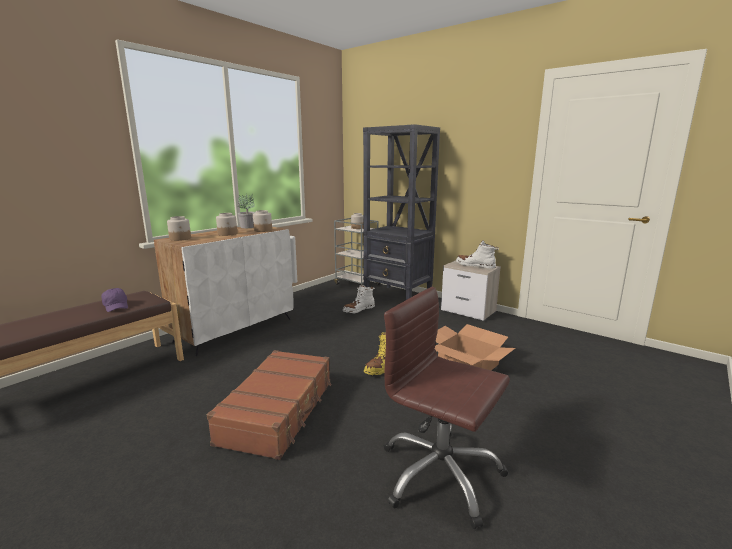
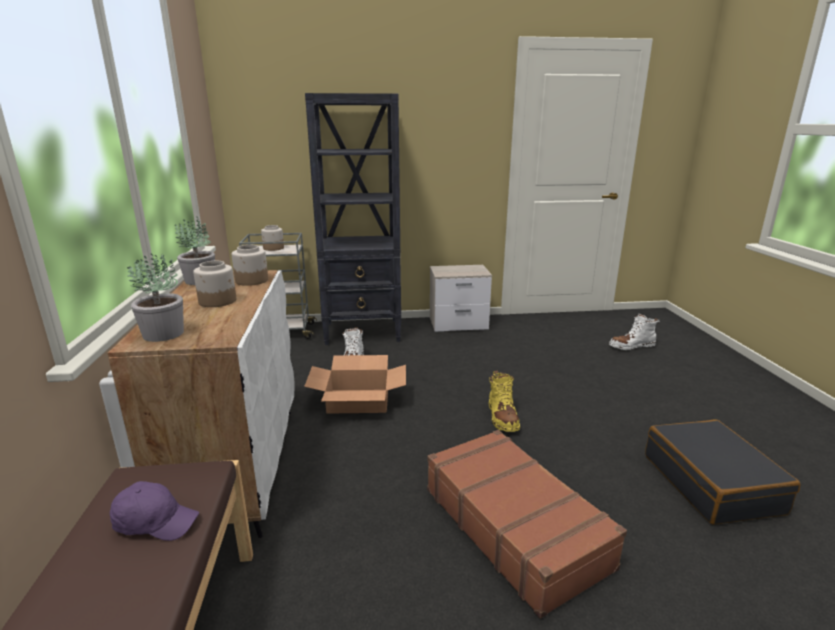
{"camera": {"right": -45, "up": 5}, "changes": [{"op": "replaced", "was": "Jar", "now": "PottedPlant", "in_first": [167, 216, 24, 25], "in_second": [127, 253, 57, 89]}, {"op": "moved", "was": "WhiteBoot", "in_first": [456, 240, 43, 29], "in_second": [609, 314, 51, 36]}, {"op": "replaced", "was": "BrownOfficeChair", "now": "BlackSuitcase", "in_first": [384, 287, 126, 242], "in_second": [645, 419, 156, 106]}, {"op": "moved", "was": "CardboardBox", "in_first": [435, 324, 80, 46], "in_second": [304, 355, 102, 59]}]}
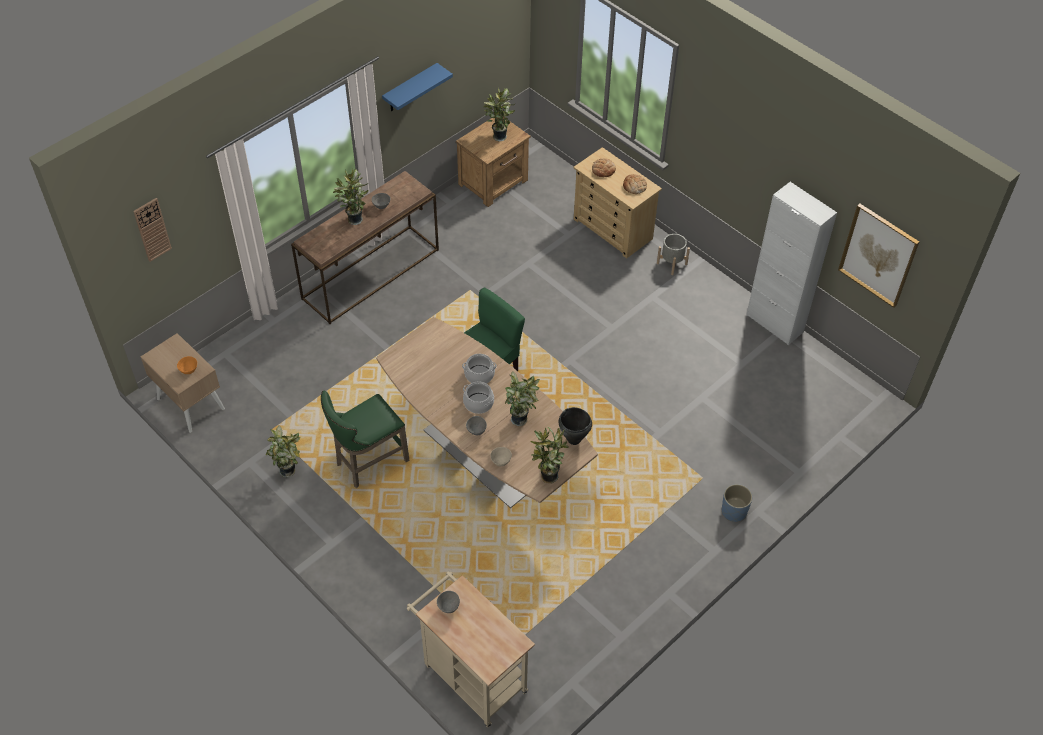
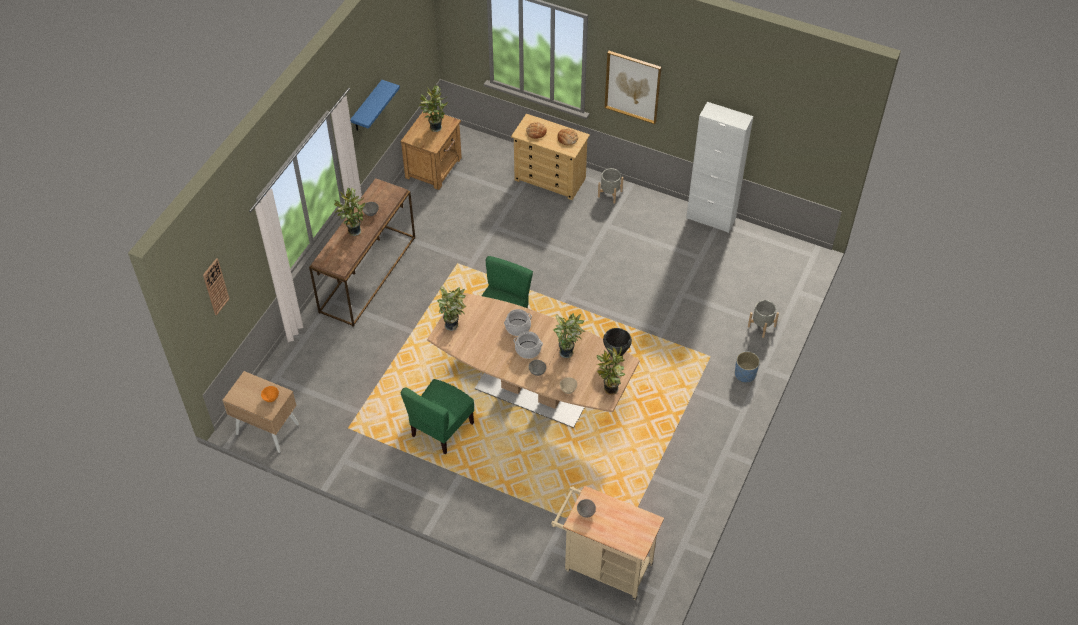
{"camera": {"right": -20, "up": 0}, "changes": [{"op": "moved", "was": "Picture", "in_first": [838, 204, 81, 104], "in_second": [605, 51, 56, 73]}, {"op": "replaced", "was": "GreenStool", "now": "GreenChair", "in_first": [321, 391, 89, 97], "in_second": [401, 379, 73, 75]}, {"op": "moved", "was": "PottedPlant", "in_first": [266, 426, 34, 51], "in_second": [437, 286, 30, 45]}, {"op": "added", "now": "GreyPlanter", "in_second": [748, 300, 31, 38]}]}
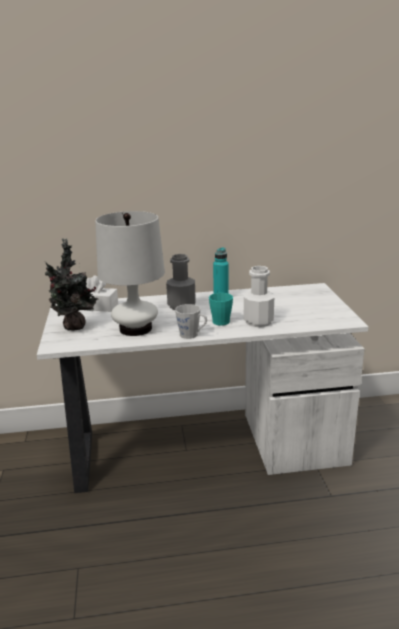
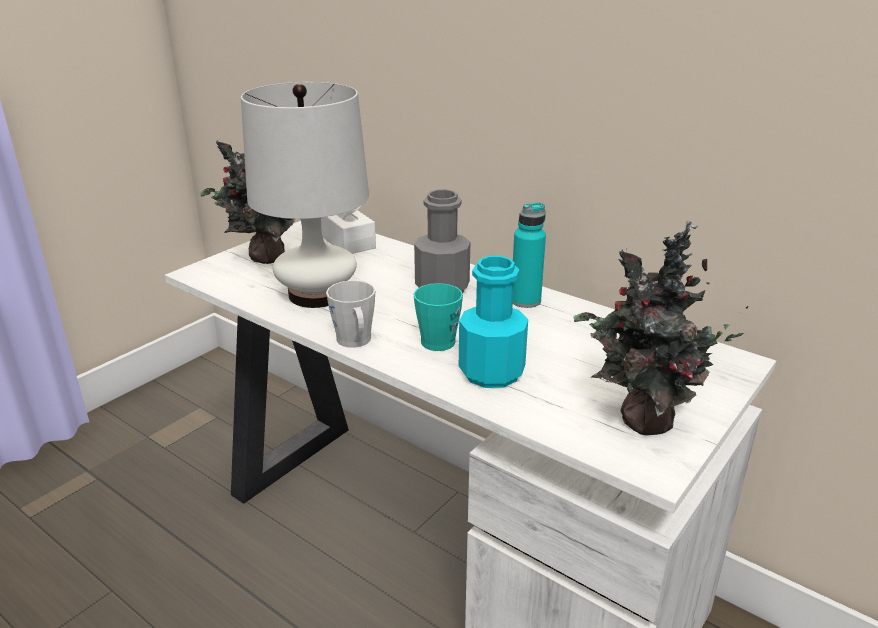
{"camera": {"right": 45, "up": 5}, "changes": [{"op": "recoloured", "was": "WhiteBottle", "now": "TurquoiseBottle", "in_first": [244, 266, 30, 61], "in_second": [459, 256, 69, 132]}, {"op": "added", "now": "PottedPlant", "in_second": [573, 221, 176, 214]}]}
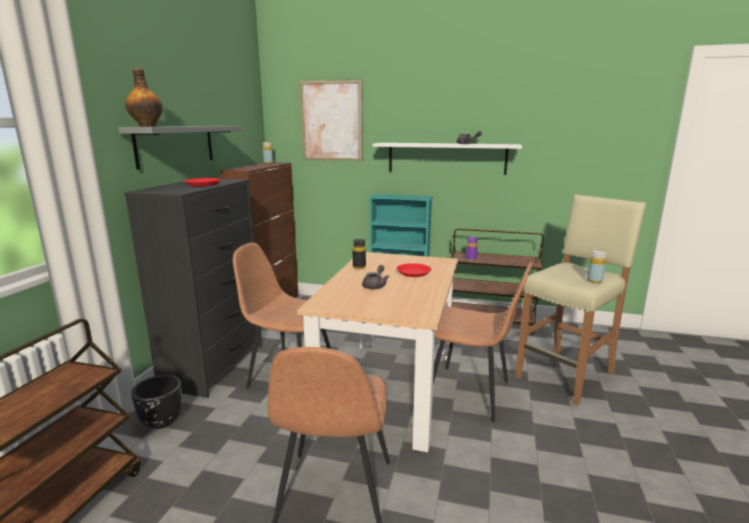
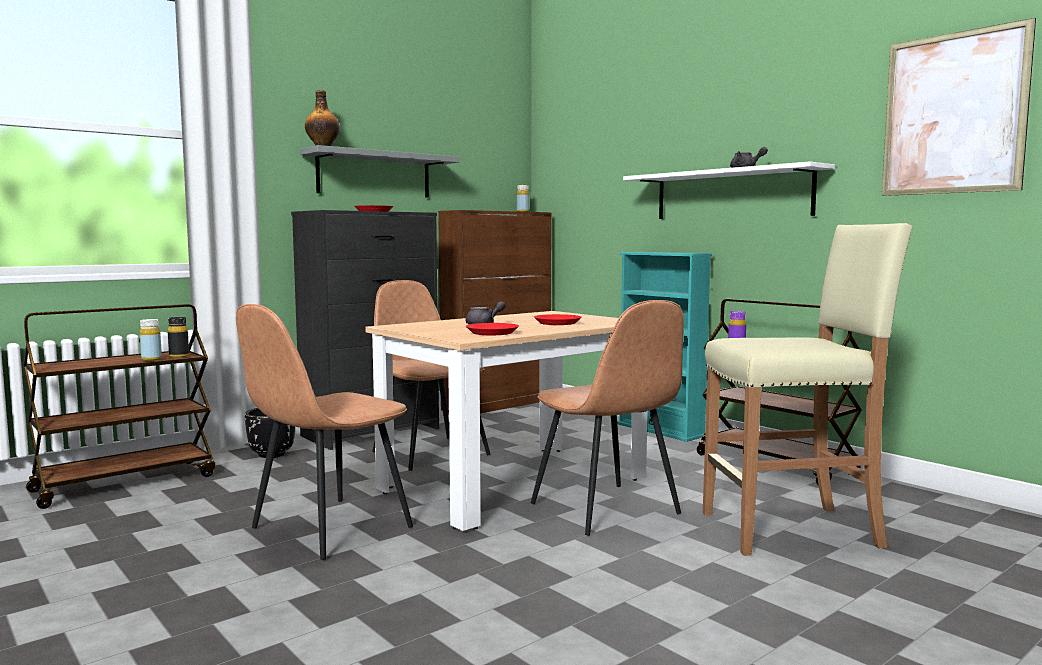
{"camera": {"right": 35, "up": -10}, "changes": [{"op": "moved", "was": "Picture", "in_first": [299, 79, 64, 82], "in_second": [882, 18, 154, 178]}, {"op": "moved", "was": "BlackBottle", "in_first": [353, 239, 13, 30], "in_second": [168, 317, 21, 41]}, {"op": "moved", "was": "YellowBottle", "in_first": [587, 250, 19, 33], "in_second": [140, 319, 22, 42]}, {"op": "added", "now": "RedPlate", "in_second": [466, 323, 53, 12]}]}
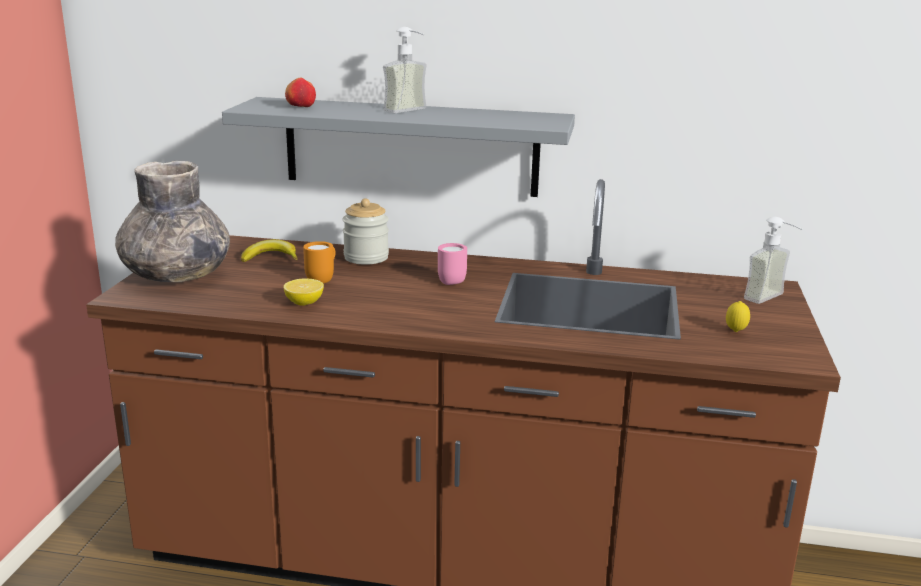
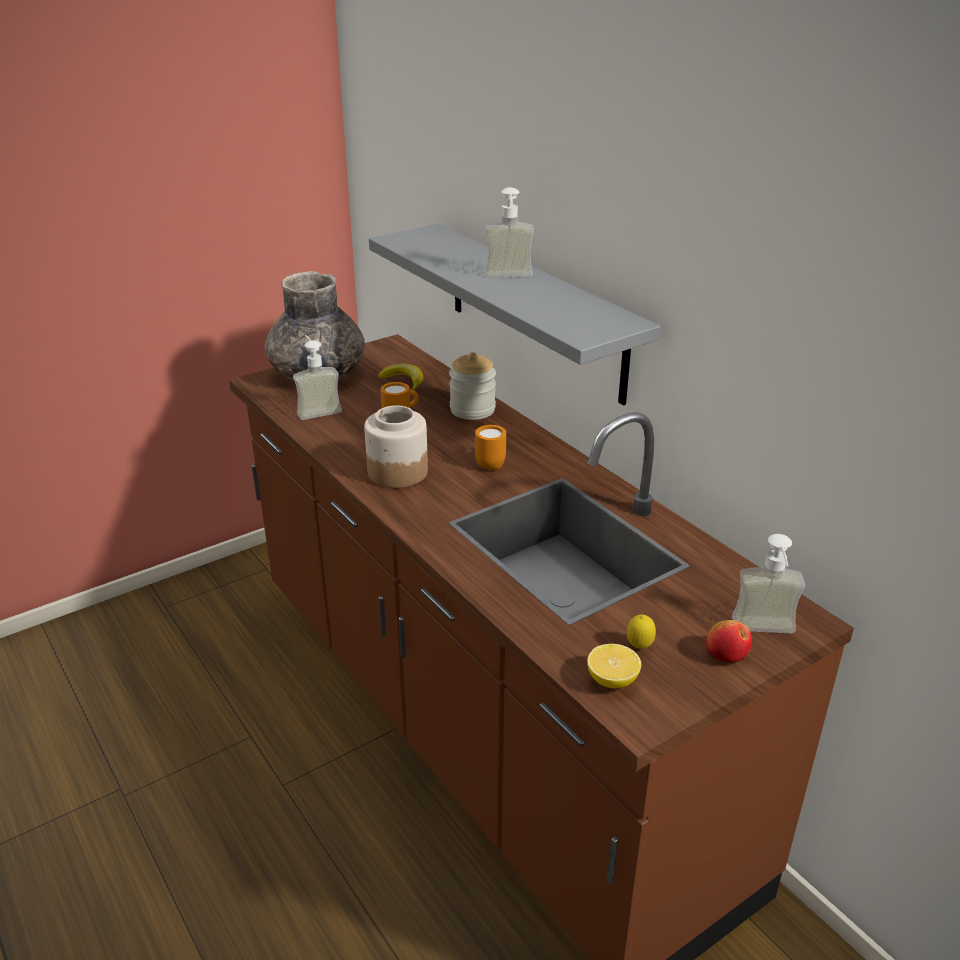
{"camera": {"right": 45, "up": 10}, "changes": [{"op": "moved", "was": "Apple", "in_first": [285, 78, 31, 29], "in_second": [706, 620, 46, 42]}, {"op": "recoloured", "was": "PinkMug", "now": "OrangeMug", "in_first": [438, 243, 29, 42], "in_second": [475, 425, 31, 45]}, {"op": "moved", "was": "Lemon", "in_first": [284, 279, 40, 27], "in_second": [587, 644, 54, 44]}, {"op": "added", "now": "SoapDispenser", "in_second": [293, 335, 49, 85]}, {"op": "added", "now": "Jar", "in_second": [364, 405, 64, 83]}]}
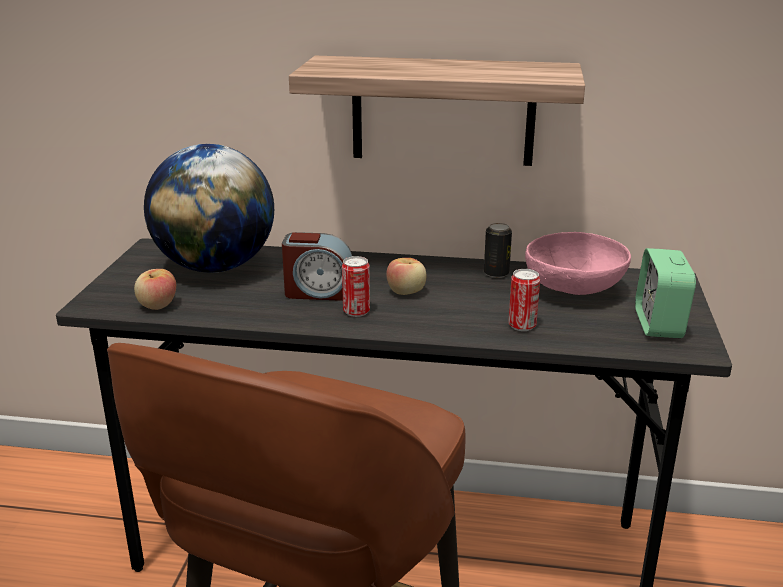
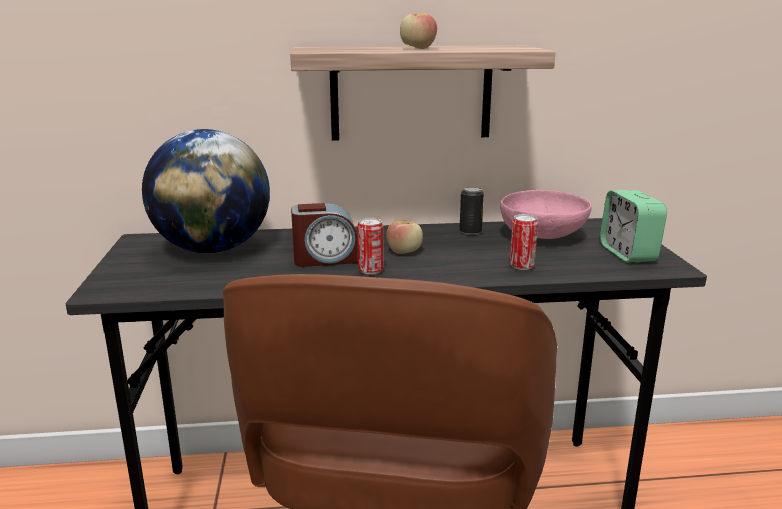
{"camera": {"right": -15, "up": -5}, "changes": [{"op": "moved", "was": "Apple", "in_first": [134, 269, 42, 41], "in_second": [400, 13, 37, 36]}]}
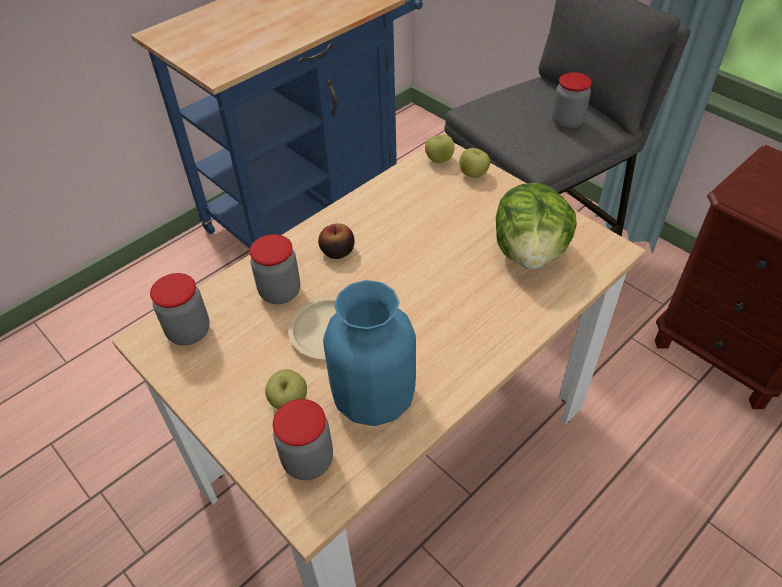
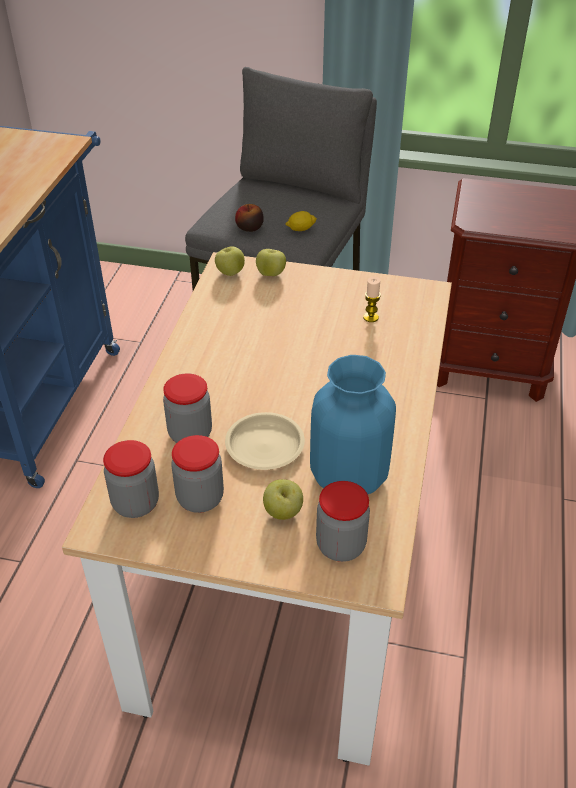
{"camera": {"right": -35, "up": -5}, "changes": [{"op": "moved", "was": "Jar", "in_first": [552, 72, 40, 57], "in_second": [171, 435, 53, 78]}, {"op": "replaced", "was": "Lettuce", "now": "Candle", "in_first": [496, 183, 81, 86], "in_second": [363, 276, 18, 46]}, {"op": "moved", "was": "Apple", "in_first": [318, 223, 37, 36], "in_second": [235, 204, 29, 28]}, {"op": "added", "now": "Lemon", "in_second": [285, 211, 32, 20]}]}
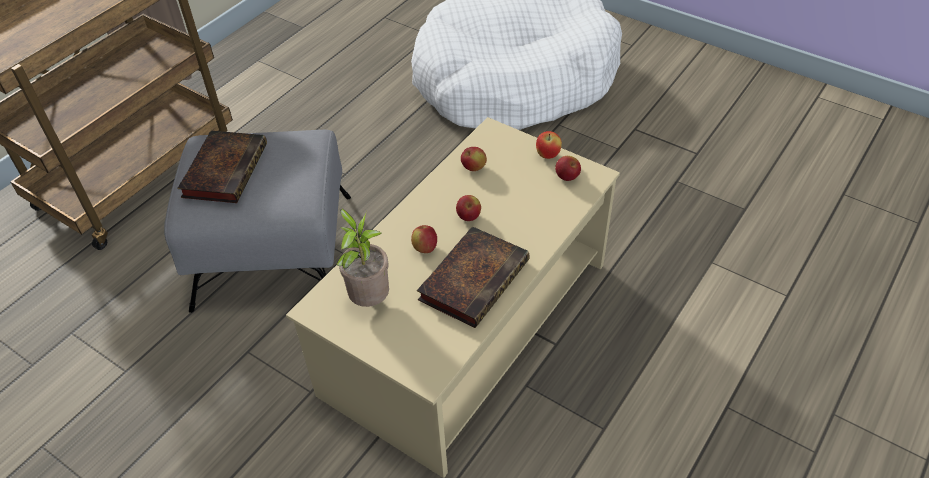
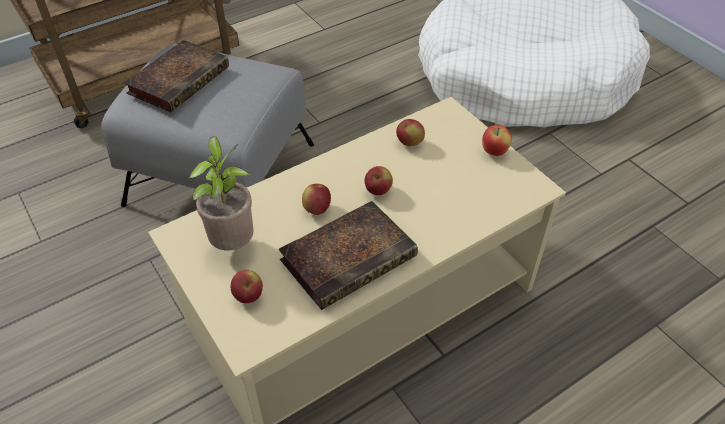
{"camera": {"right": 20, "up": 0}, "changes": [{"op": "moved", "was": "Apple", "in_first": [555, 156, 26, 25], "in_second": [231, 270, 32, 33]}]}
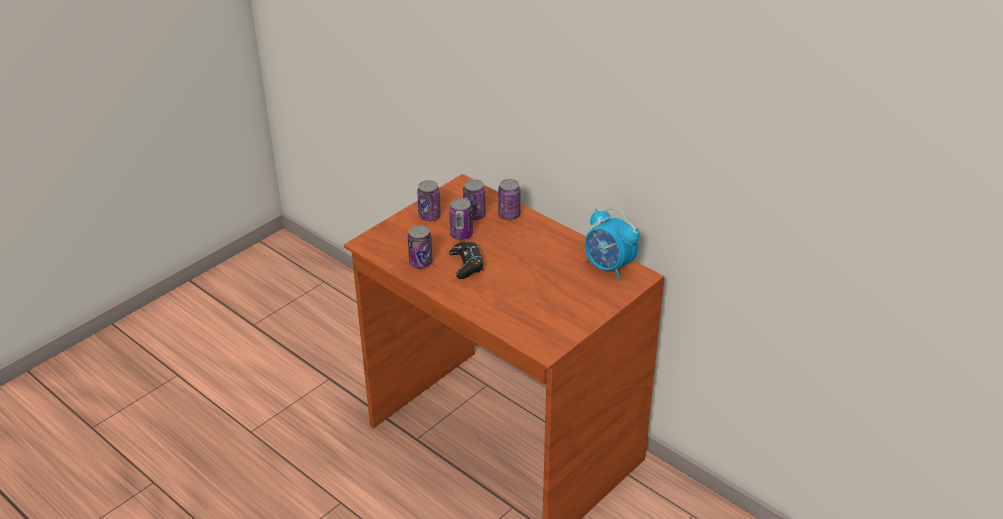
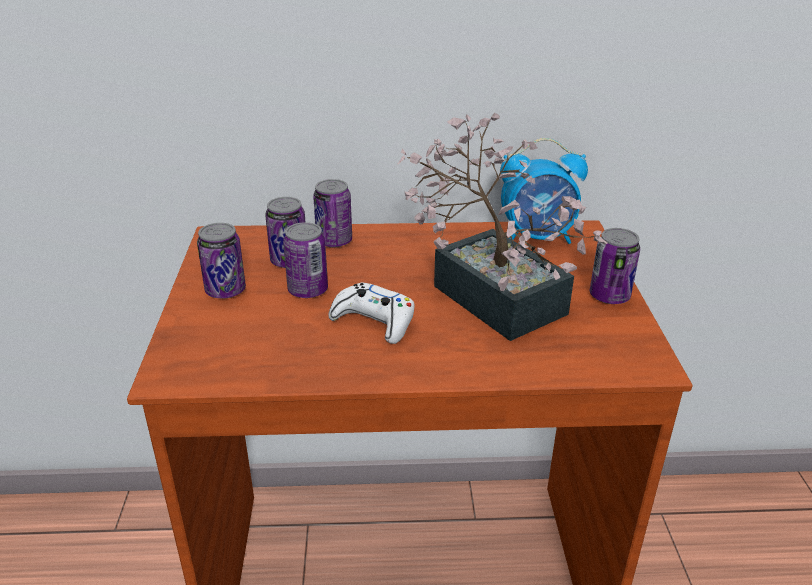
{"camera": {"right": -45, "up": -5}, "changes": [{"op": "moved", "was": "Can", "in_first": [408, 225, 25, 43], "in_second": [590, 228, 50, 76]}, {"op": "recoloured", "was": "BlackGameController", "now": "WhiteGameController", "in_first": [449, 242, 35, 37], "in_second": [328, 283, 87, 61]}, {"op": "added", "now": "PottedPlant", "in_second": [397, 113, 210, 228]}]}
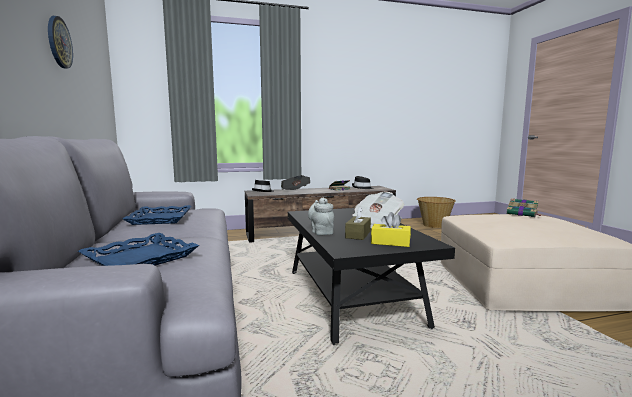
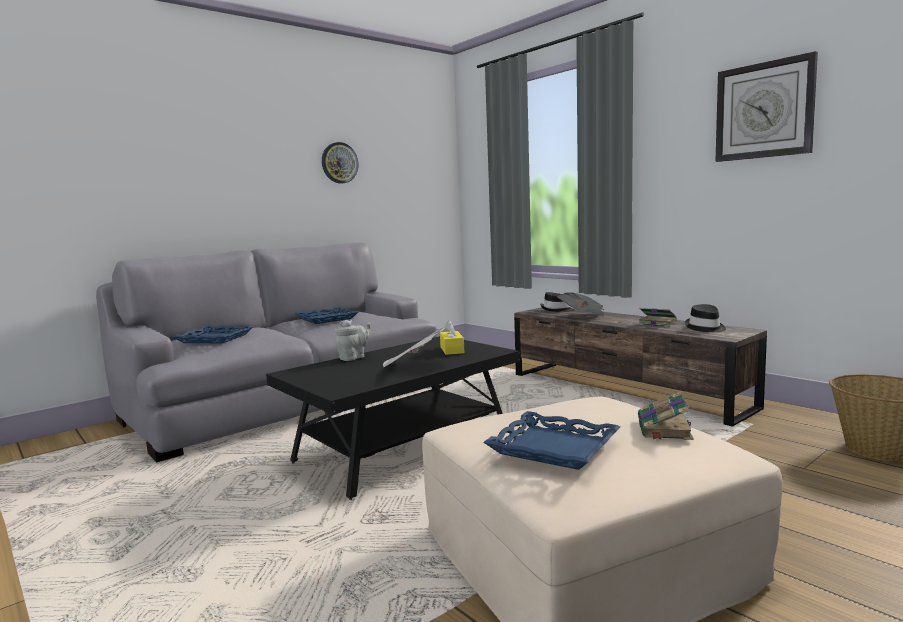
{"camera": {"right": 65, "up": 0}, "changes": [{"op": "removed", "was": "BrownTissueBox", "in_first": [345, 206, 26, 34]}, {"op": "moved", "was": "YellowTissueBox", "in_first": [371, 212, 40, 35], "in_second": [440, 320, 25, 35]}, {"op": "added", "now": "WallClock", "in_second": [715, 51, 103, 111]}, {"op": "added", "now": "BlueTray", "in_second": [483, 411, 137, 59]}]}
